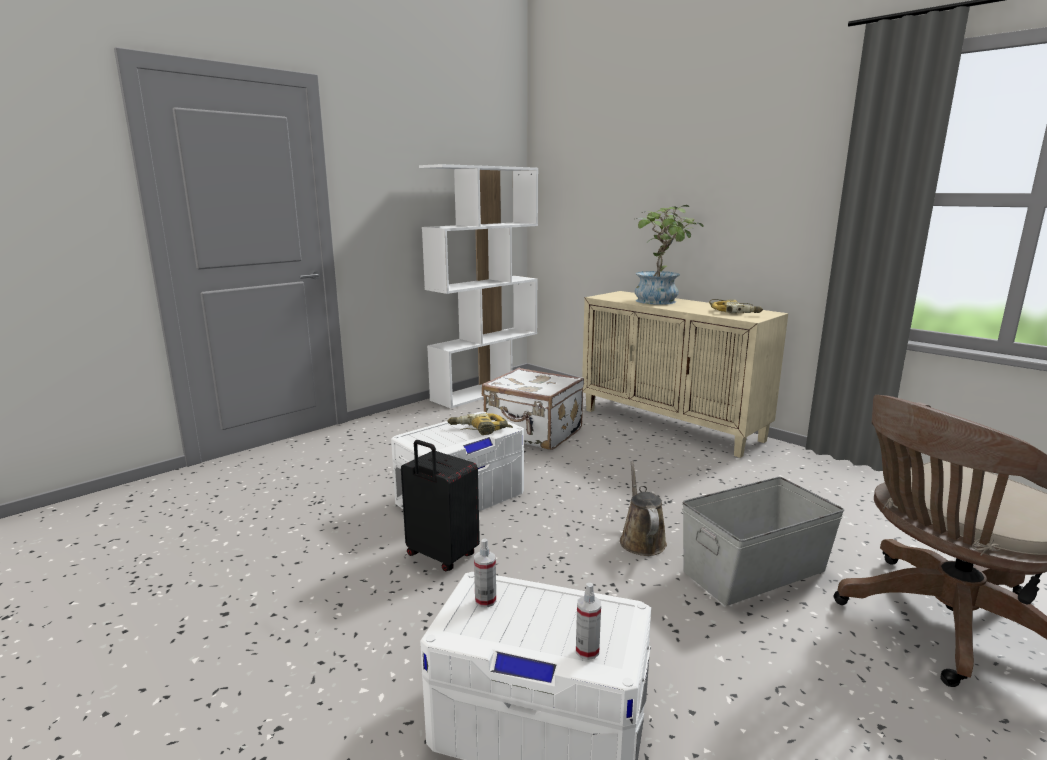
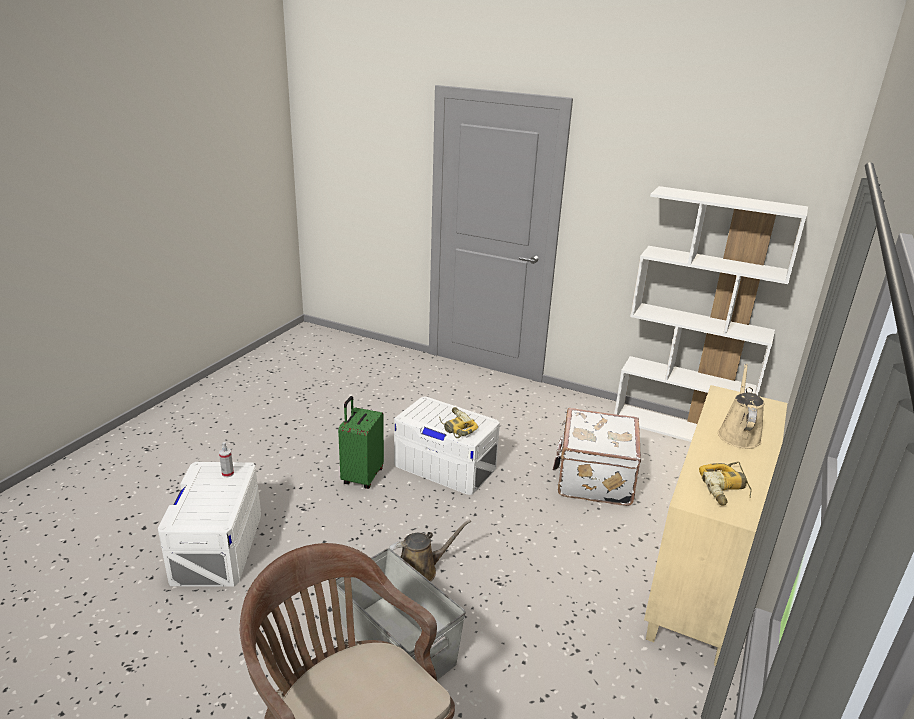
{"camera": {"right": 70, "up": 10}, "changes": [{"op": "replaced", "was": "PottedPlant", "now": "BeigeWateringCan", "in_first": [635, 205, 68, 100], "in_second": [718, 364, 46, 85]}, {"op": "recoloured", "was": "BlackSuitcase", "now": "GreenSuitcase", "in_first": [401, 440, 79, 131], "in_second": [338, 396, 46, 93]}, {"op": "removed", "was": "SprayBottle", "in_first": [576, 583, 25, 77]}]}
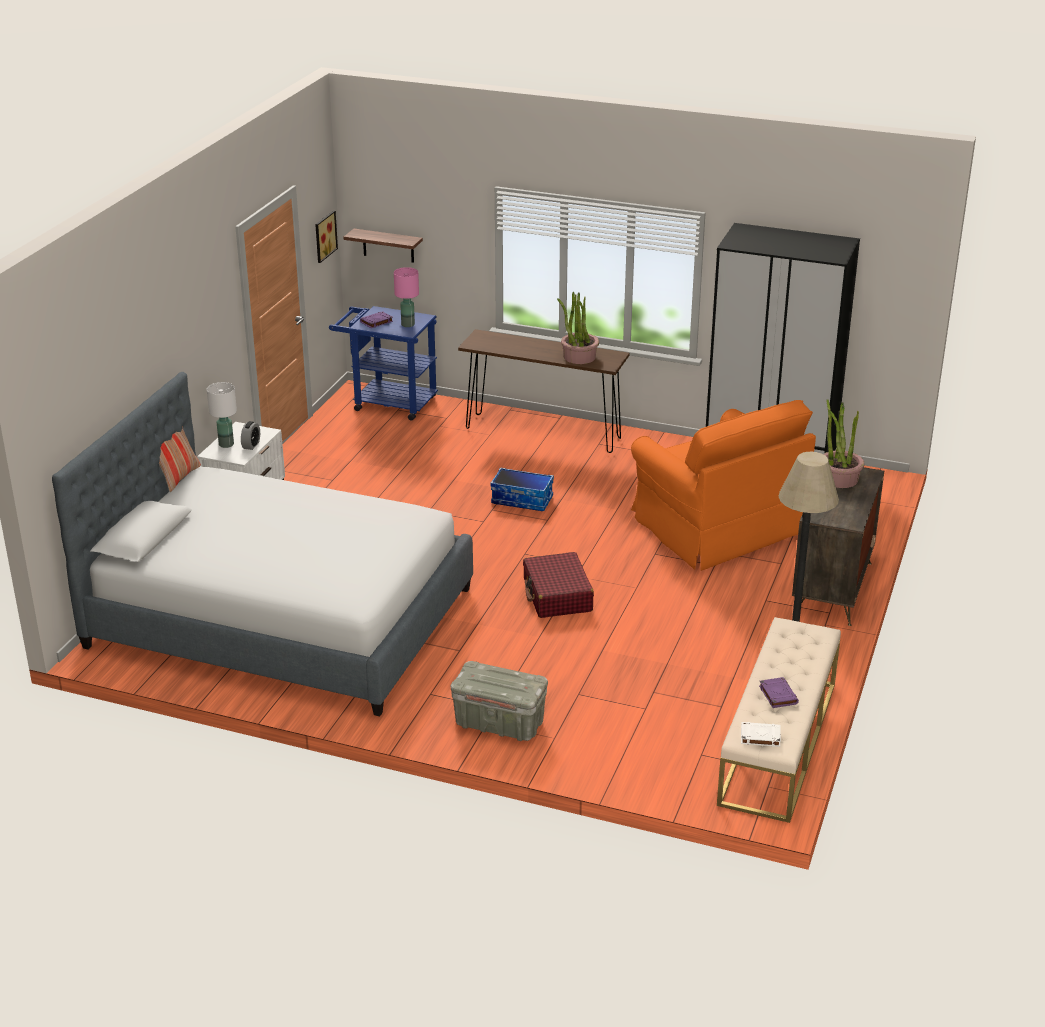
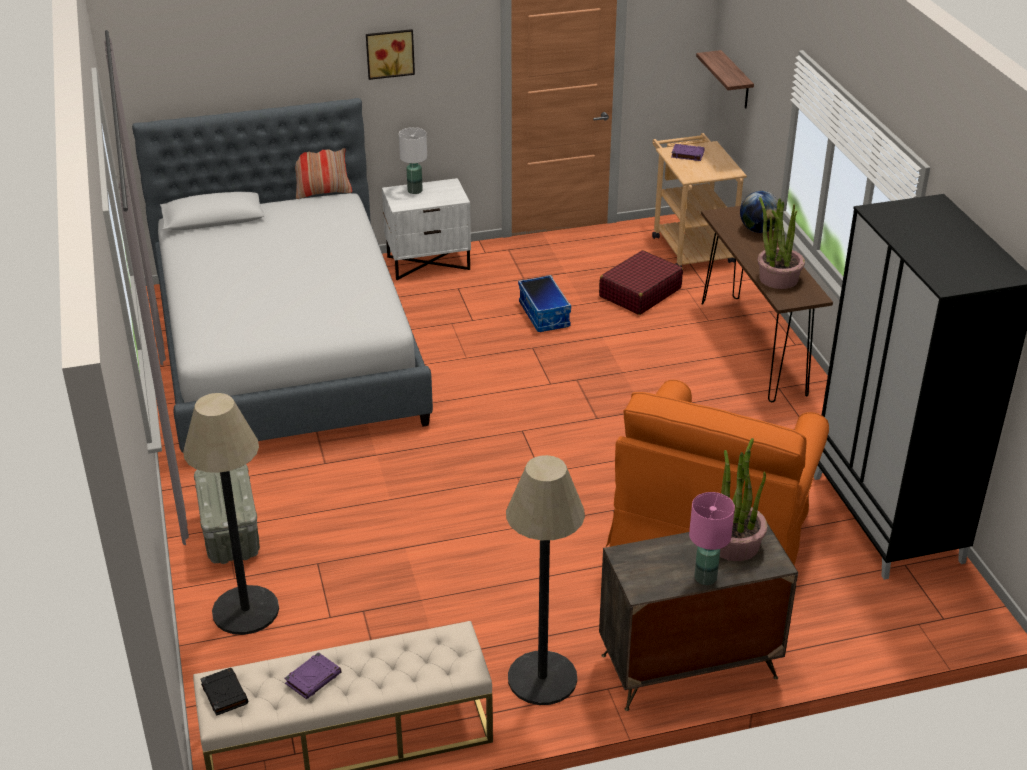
{"camera": {"right": 55, "up": 5}, "changes": [{"op": "moved", "was": "Picture", "in_first": [315, 210, 23, 53], "in_second": [366, 29, 49, 51]}, {"op": "moved", "was": "PinkTableLamp", "in_first": [394, 267, 25, 60], "in_second": [689, 492, 46, 93]}, {"op": "recoloured", "was": "BlueCart", "now": "BeigeCart", "in_first": [329, 306, 109, 114], "in_second": [652, 133, 95, 134]}, {"op": "removed", "was": "AlarmClock", "in_first": [241, 421, 19, 29]}, {"op": "moved", "was": "StorageBox", "in_first": [490, 467, 64, 44], "in_second": [518, 275, 53, 57]}, {"op": "moved", "was": "RedSuitcase", "in_first": [523, 552, 71, 66], "in_second": [599, 250, 84, 65]}, {"op": "recoloured", "was": "WhiteBook", "now": "BlackBook", "in_first": [741, 722, 40, 25], "in_second": [200, 668, 48, 48]}, {"op": "added", "now": "Globe", "in_second": [740, 191, 38, 42]}, {"op": "added", "now": "FloorLamp", "in_second": [183, 393, 96, 242]}]}
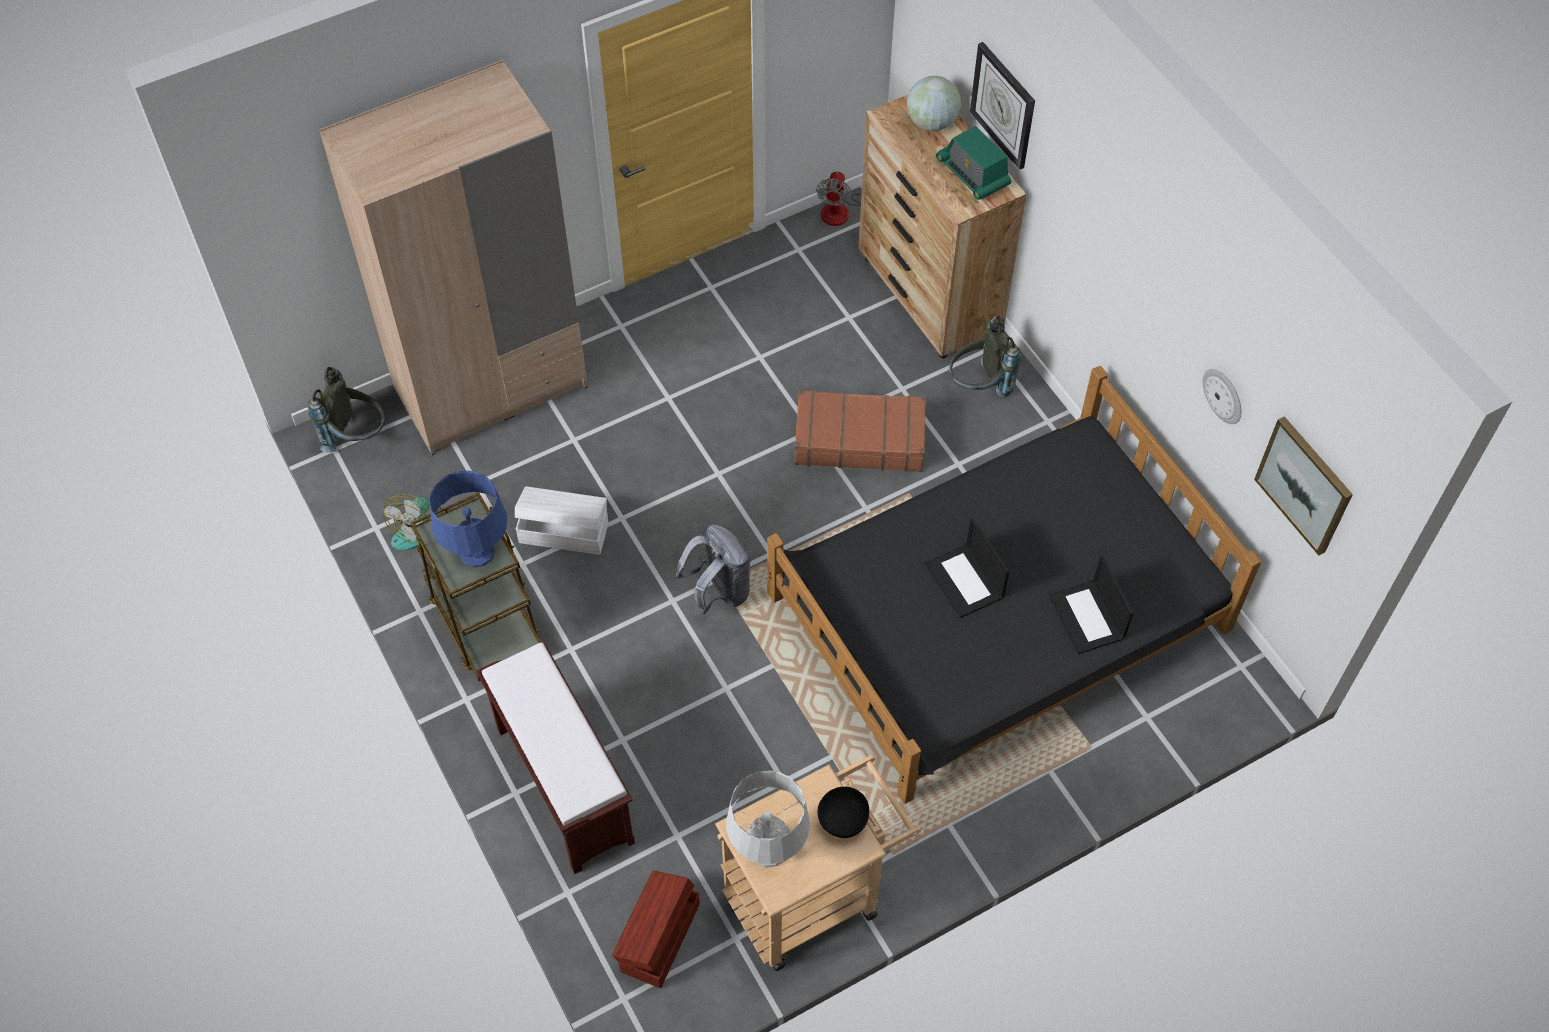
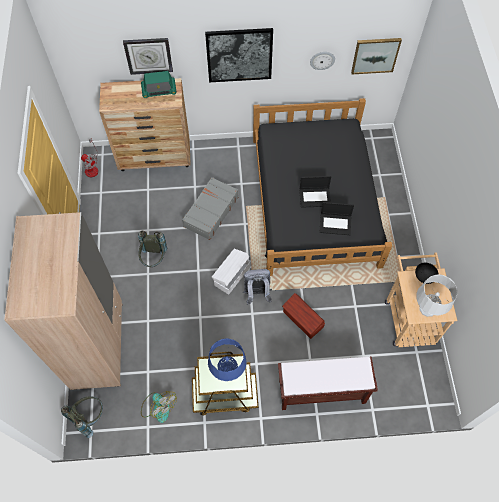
{"camera": {"right": -65, "up": 5}, "changes": [{"op": "removed", "was": "Globe", "in_first": [907, 76, 54, 55]}, {"op": "moved", "was": "GreyBackpack", "in_first": [949, 316, 72, 82], "in_second": [138, 231, 29, 36]}, {"op": "recoloured", "was": "BrownSuitcase", "now": "GreySuitcase", "in_first": [795, 390, 131, 82], "in_second": [182, 177, 57, 63]}, {"op": "moved", "was": "WhiteStorageBox", "in_first": [515, 486, 93, 69], "in_second": [212, 249, 39, 46]}, {"op": "moved", "was": "Laptop", "in_first": [1049, 555, 84, 99], "in_second": [320, 202, 34, 33]}, {"op": "moved", "was": "BrownStorageBox", "in_first": [612, 871, 88, 117], "in_second": [282, 293, 43, 46]}, {"op": "added", "now": "Picture", "in_second": [205, 28, 68, 54]}]}
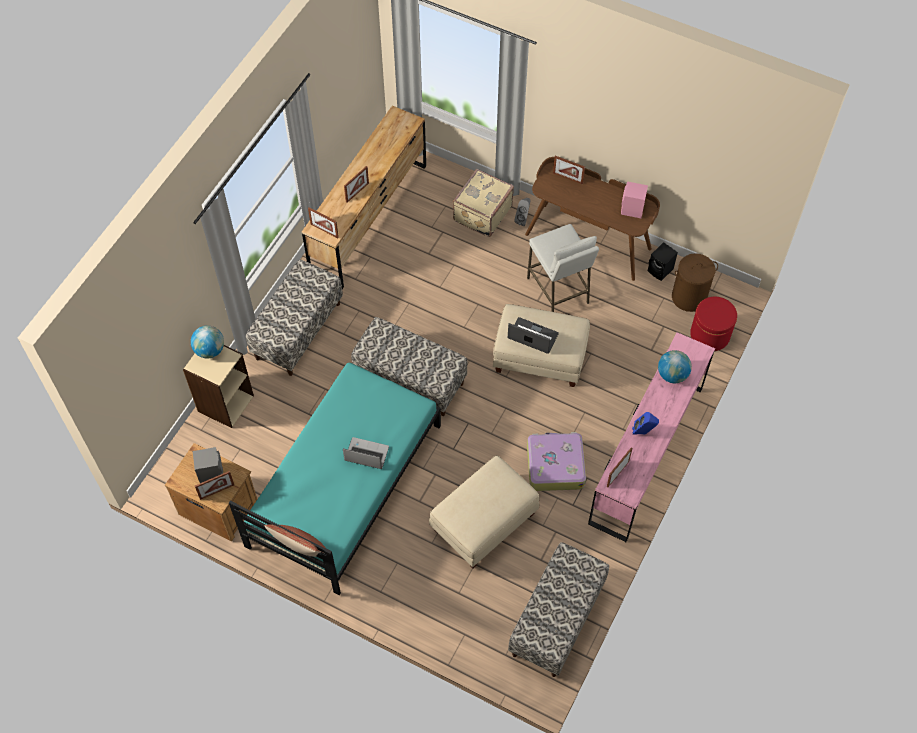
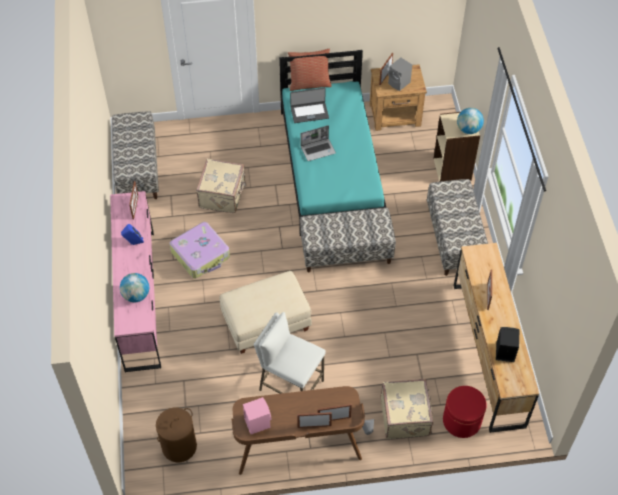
{"camera": {"right": 145, "up": -5}, "changes": [{"op": "moved", "was": "PictureFrame", "in_first": [308, 207, 31, 31], "in_second": [297, 412, 35, 16]}, {"op": "moved", "was": "BlackSpeaker", "in_first": [648, 242, 30, 39], "in_second": [496, 327, 24, 35]}, {"op": "moved", "was": "RedOttoman", "in_first": [690, 297, 47, 54], "in_second": [443, 386, 44, 52]}, {"op": "moved", "was": "Laptop", "in_first": [508, 317, 51, 37], "in_second": [290, 88, 39, 35]}, {"op": "replaced", "was": "BeigeOttoman", "now": "BeigeSuitcase", "in_first": [429, 455, 111, 113], "in_second": [196, 159, 50, 54]}]}
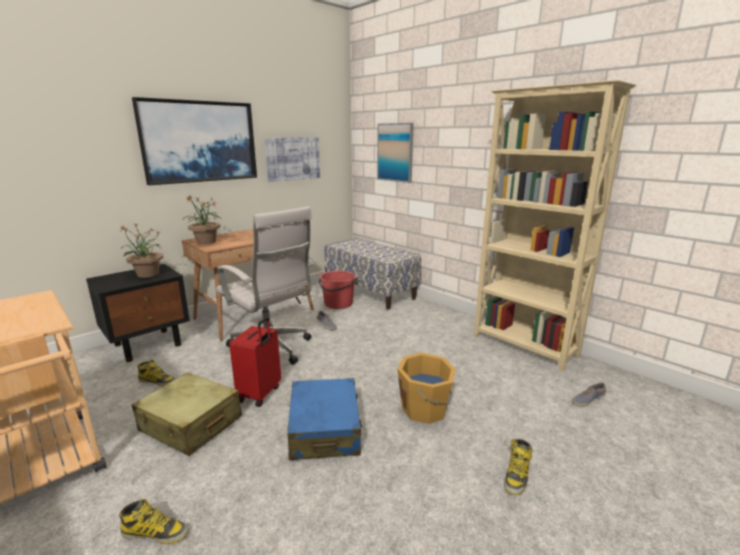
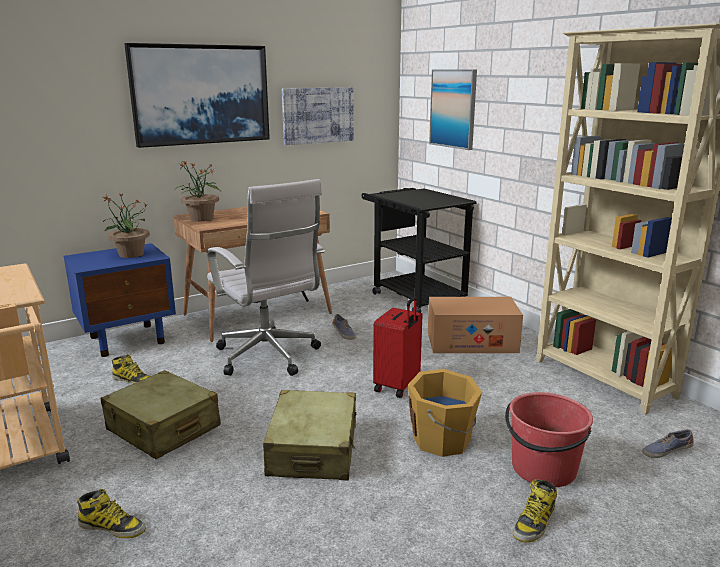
{"camera": {"right": 10, "up": 0}, "changes": [{"op": "replaced", "was": "Bench", "now": "BlackCart", "in_first": [324, 238, 97, 72], "in_second": [362, 188, 115, 125]}, {"op": "recoloured", "was": "BlackNightstand", "now": "BlueNightstand", "in_first": [86, 264, 104, 98], "in_second": [63, 243, 113, 114]}, {"op": "moved", "was": "RedBucket", "in_first": [319, 271, 37, 38], "in_second": [505, 392, 88, 95]}, {"op": "moved", "was": "RedSuitcase", "in_first": [229, 317, 52, 90], "in_second": [373, 296, 49, 102]}, {"op": "recoloured", "was": "BlueSuitcase", "now": "BeigeSuitcase", "in_first": [287, 378, 76, 82], "in_second": [263, 390, 94, 91]}, {"op": "added", "now": "CardboardBox", "in_second": [428, 297, 95, 56]}]}
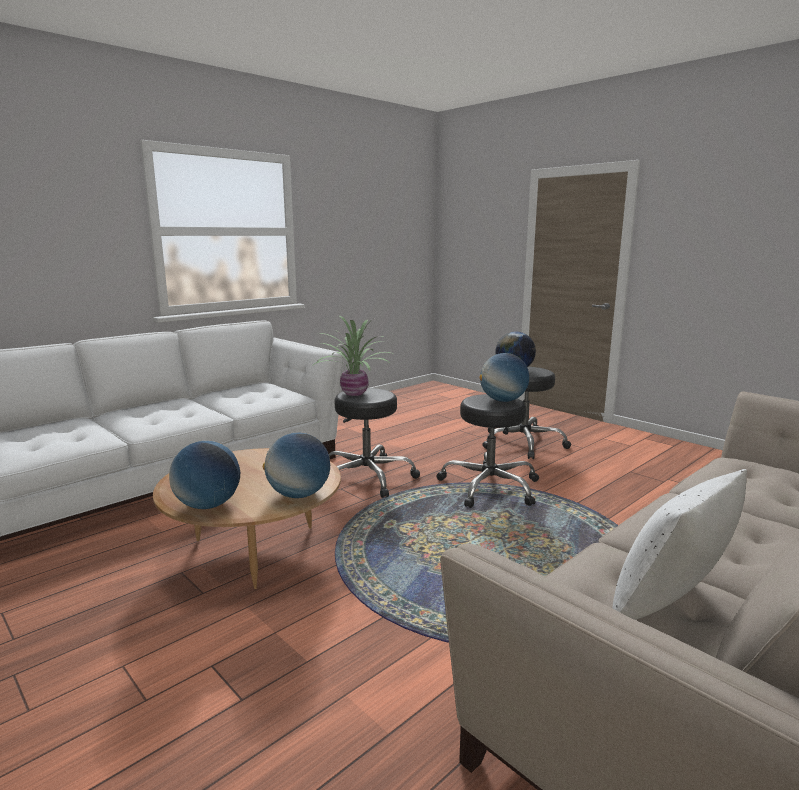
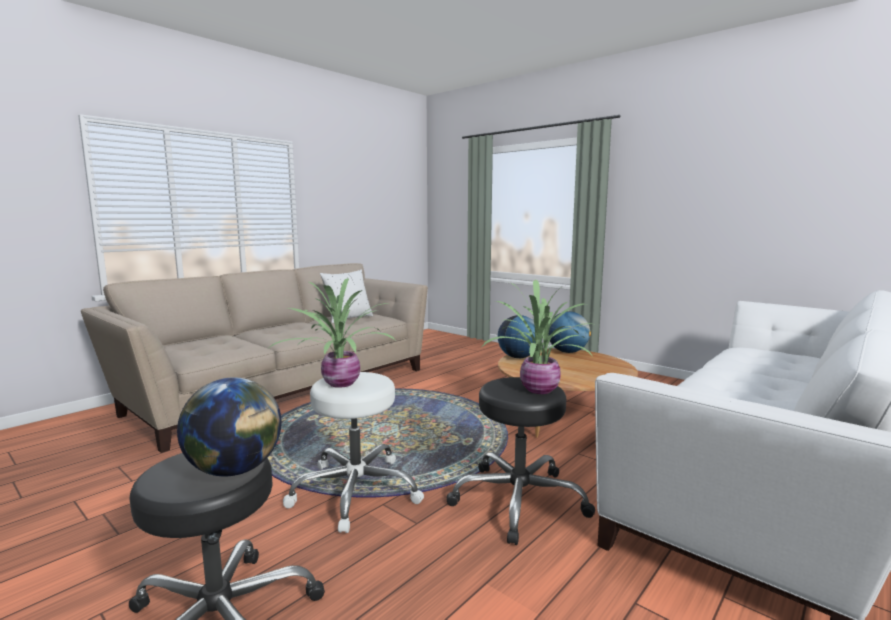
{"camera": {"right": 175, "up": -5}, "changes": [{"op": "replaced", "was": "Globe", "now": "PottedPlant", "in_first": [479, 353, 50, 49], "in_second": [269, 278, 126, 110]}, {"op": "recoloured", "was": "BlackStool", "now": "WhiteStool", "in_first": [436, 394, 103, 114], "in_second": [283, 372, 141, 161]}]}
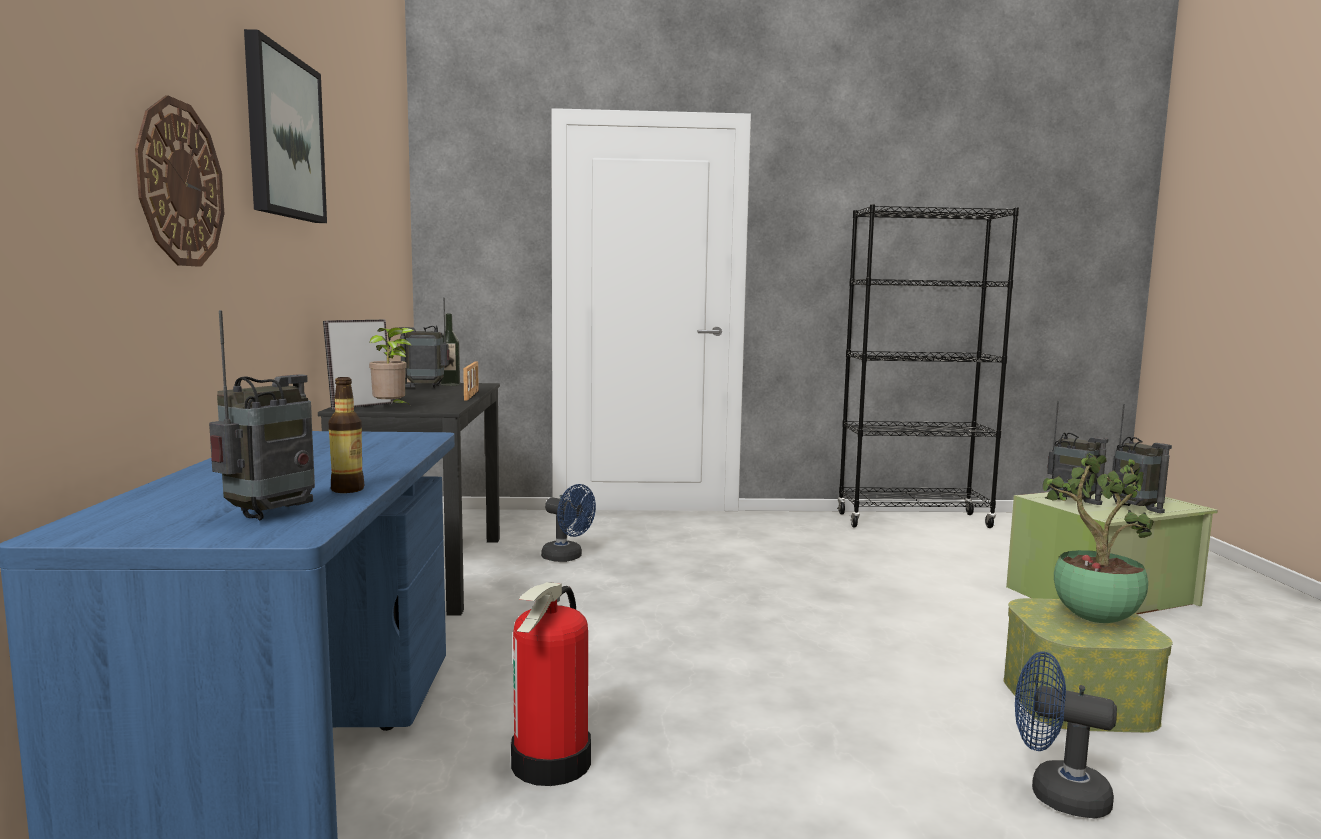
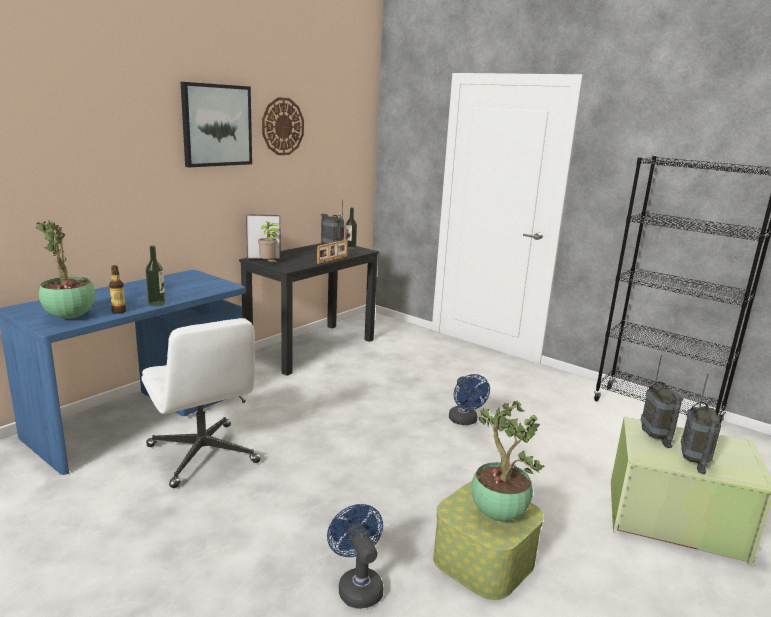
{"camera": {"right": 40, "up": 10}, "changes": [{"op": "moved", "was": "WallClock", "in_first": [135, 95, 89, 172], "in_second": [262, 97, 42, 58]}, {"op": "replaced", "was": "Radio", "now": "PottedPlant", "in_first": [209, 310, 106, 210], "in_second": [36, 220, 59, 99]}, {"op": "moved", "was": "BlueFan", "in_first": [541, 484, 55, 78], "in_second": [449, 374, 41, 51]}, {"op": "replaced", "was": "FireExtinguisher", "now": "WhiteOfficeChair", "in_first": [511, 582, 80, 204], "in_second": [142, 318, 119, 170]}, {"op": "added", "now": "Bottle", "in_second": [145, 246, 20, 60]}]}
